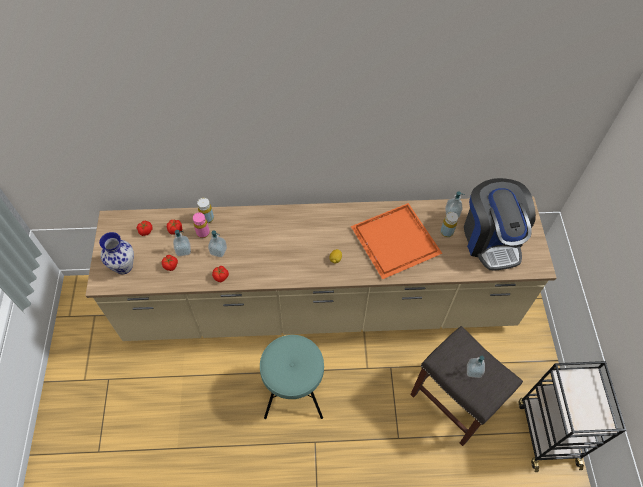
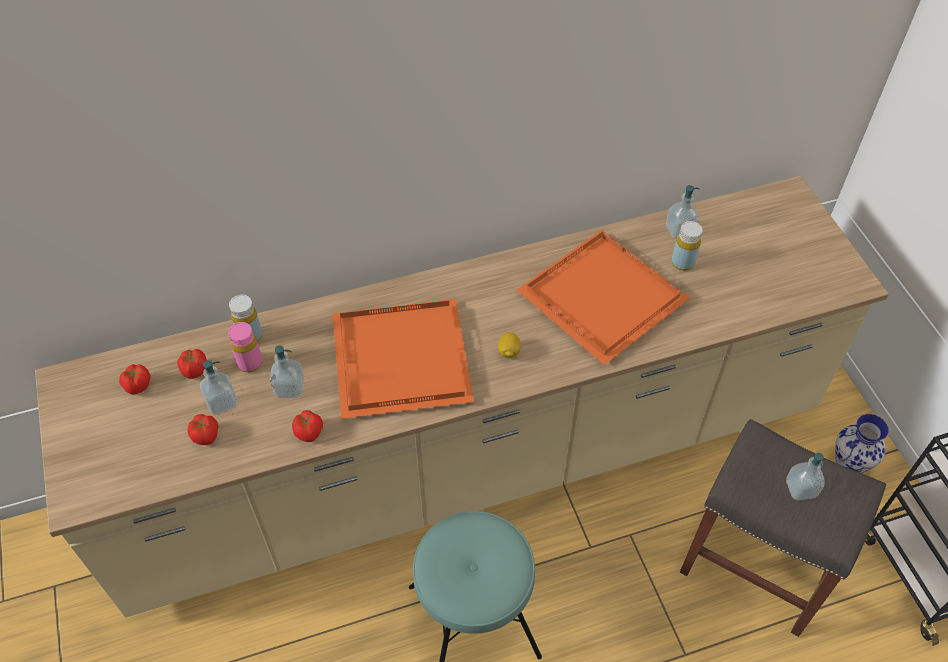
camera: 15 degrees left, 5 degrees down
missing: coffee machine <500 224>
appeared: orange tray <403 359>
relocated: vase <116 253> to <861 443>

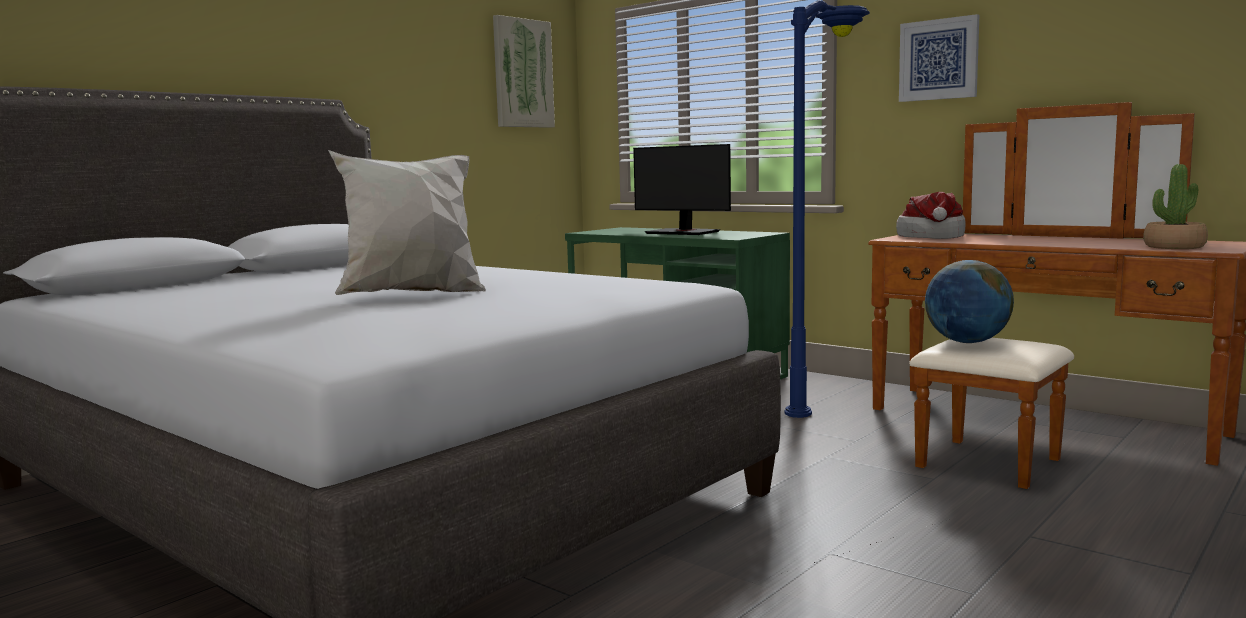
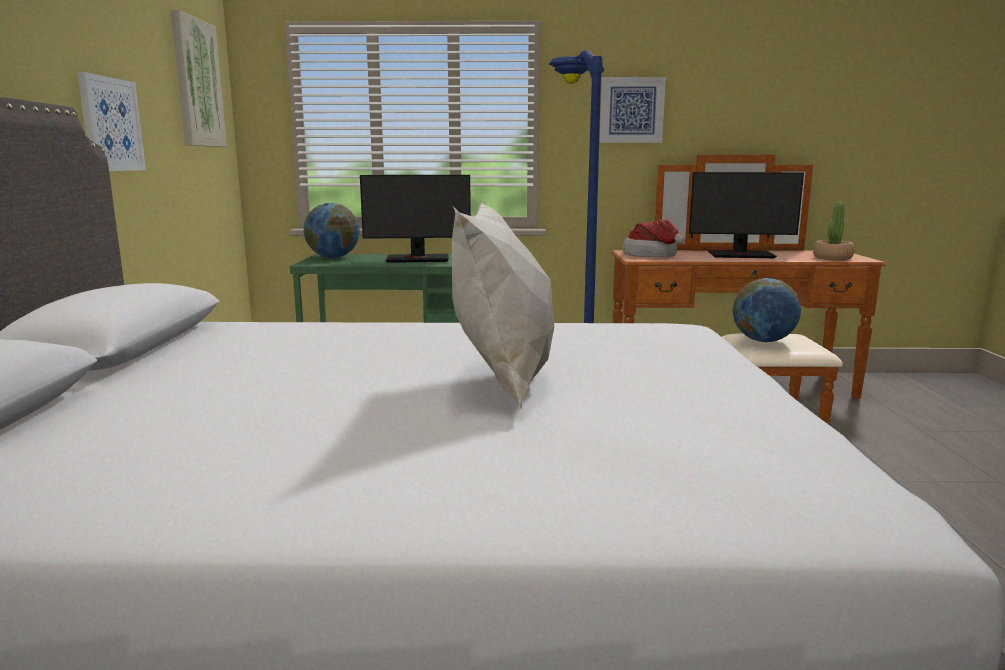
camera: 40 degrees left, 5 degrees up
appeared: picture <111 121>; monitor <746 215>; globe <332 230>

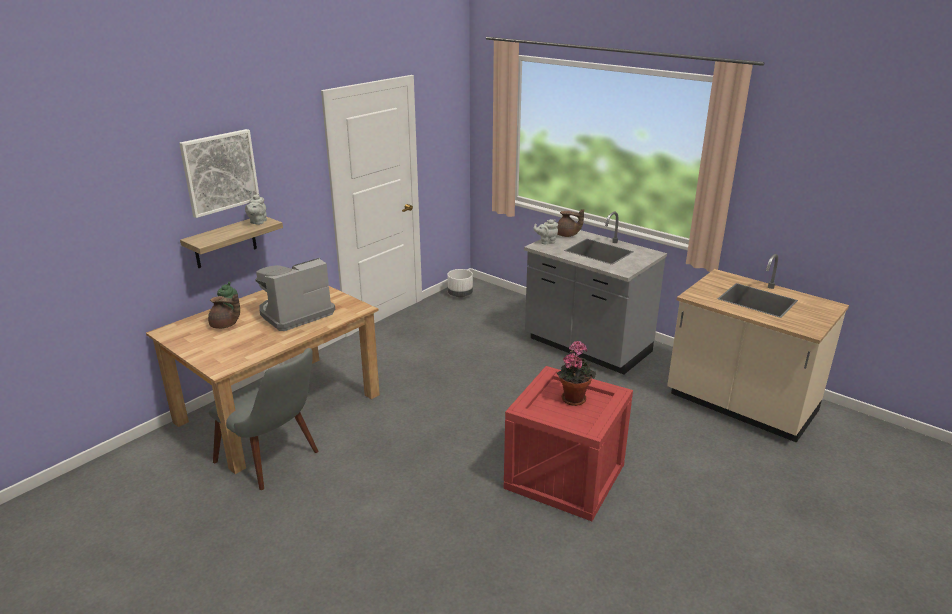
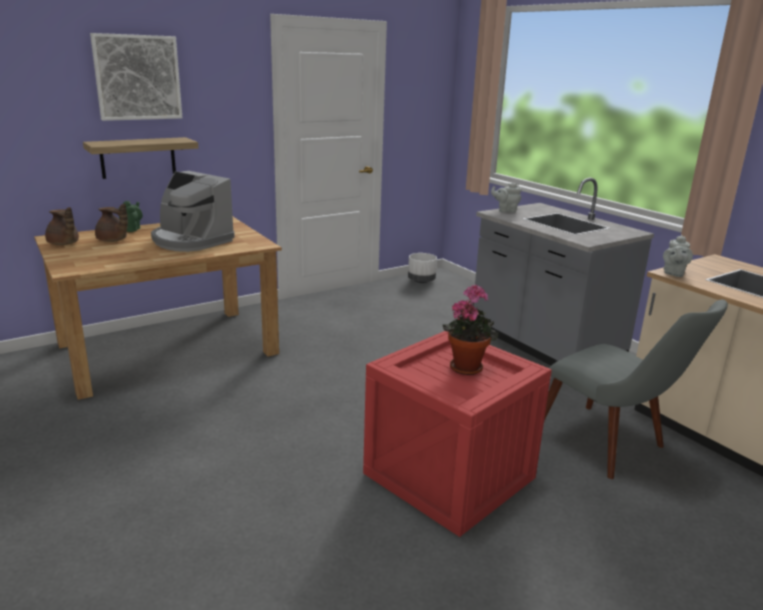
camera: 15 degrees right, 5 degrees down
relocated: grey teapot <256 209> to <678 256>; brown teapot <570 223> to <62 226>; grey chair <264 419> to <636 389>
spun: coffee machine <295 294> = <193 211> 120 degrees counterclockwise

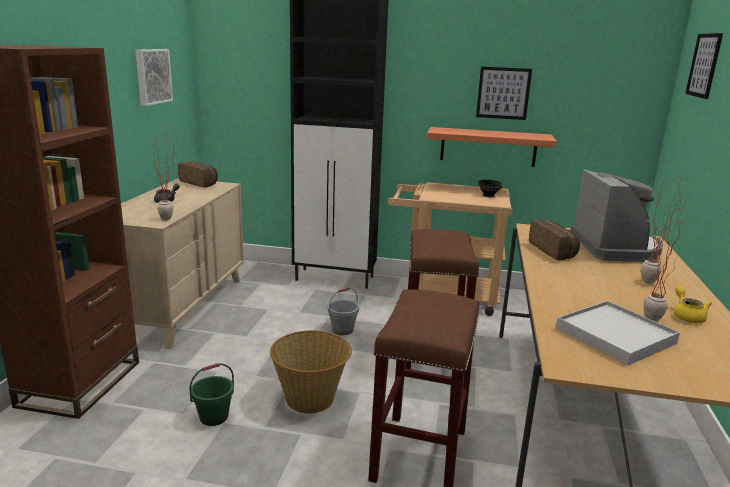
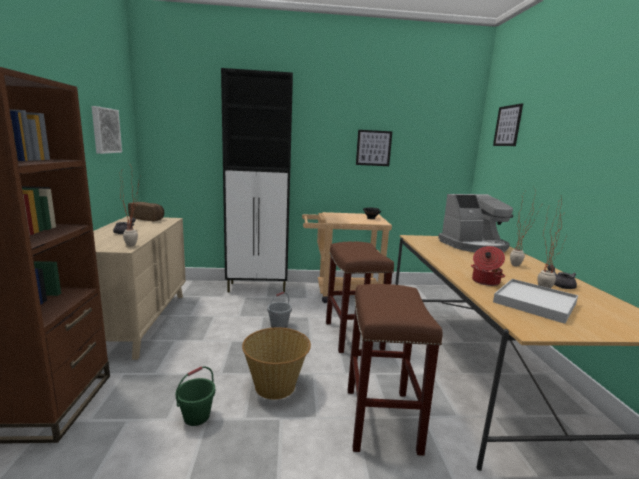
camera: 15 degrees left, 5 degrees down
missing: shelf <492 147>; bread <554 240>
appeared: cooking pot <488 266>
colour: yellow teapot <692 304> to grey teapot <562 277>
spun: coffee machine <617 215> = <475 223> 90 degrees clockwise

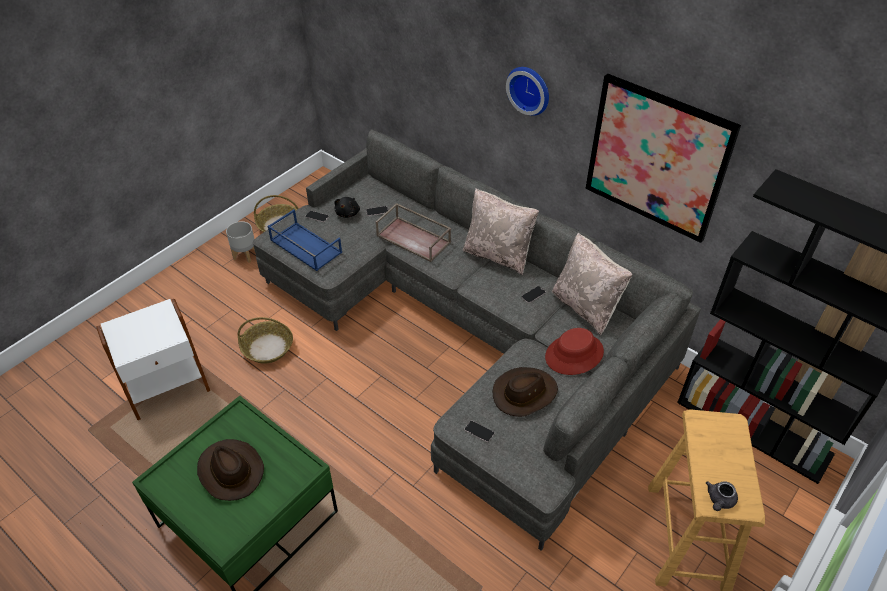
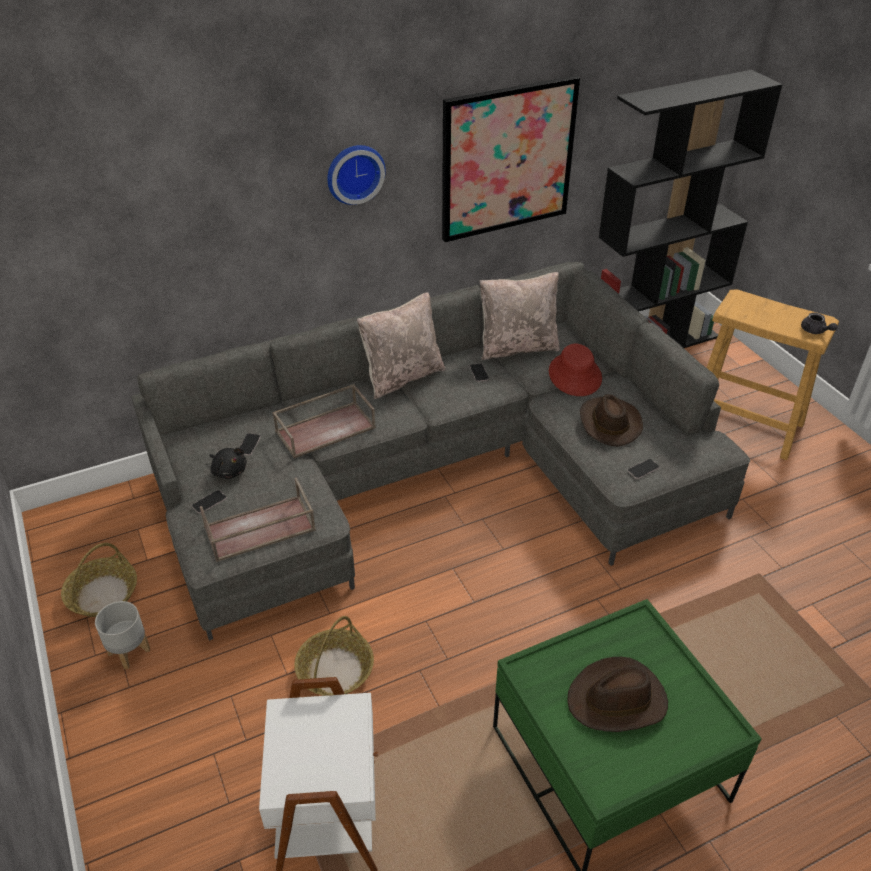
camera: 65 degrees left, 5 degrees down
colour: blue tray <305 240> to brown tray <258 520>

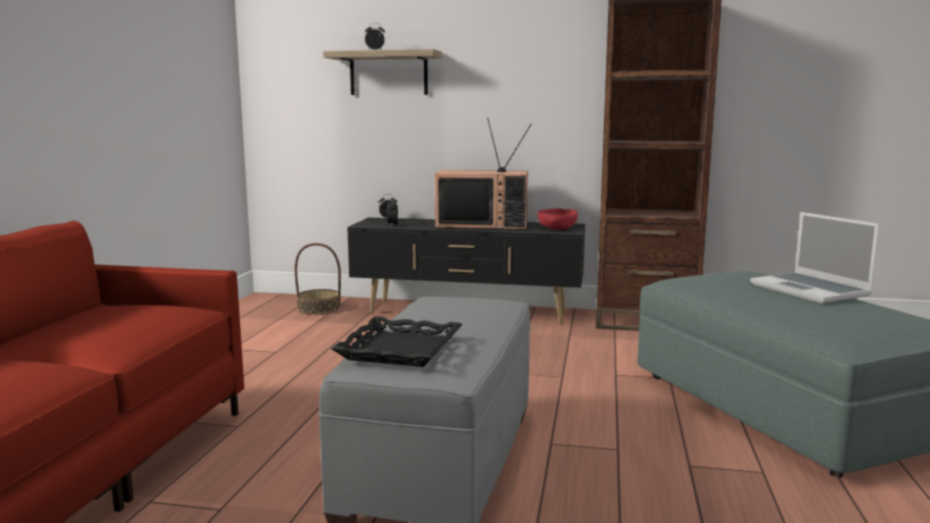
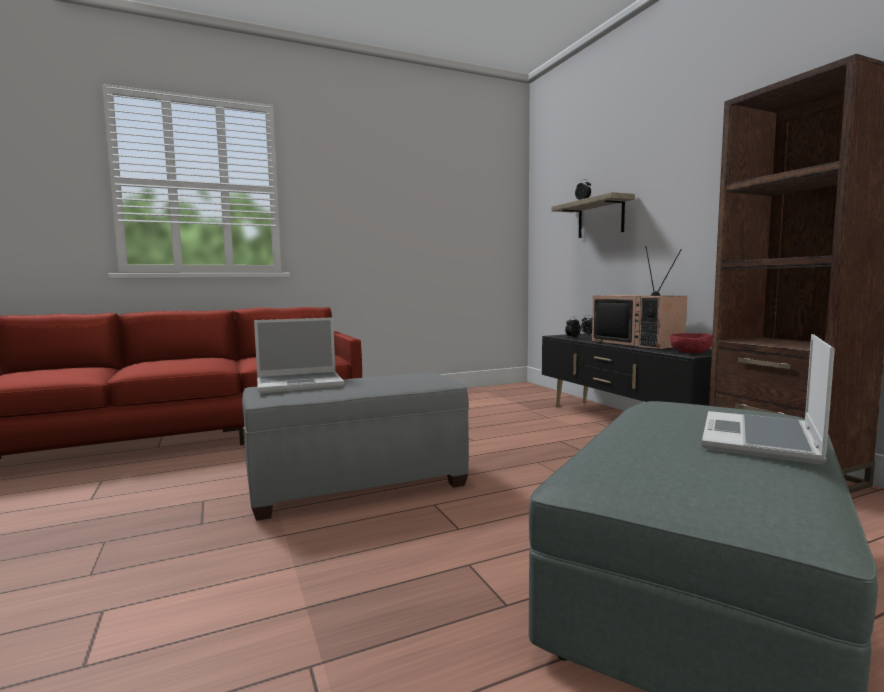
camera: 55 degrees right, 5 degrees down
missing: basket <318 279>
exchanged: black tray <397 341> to laptop <299 355>

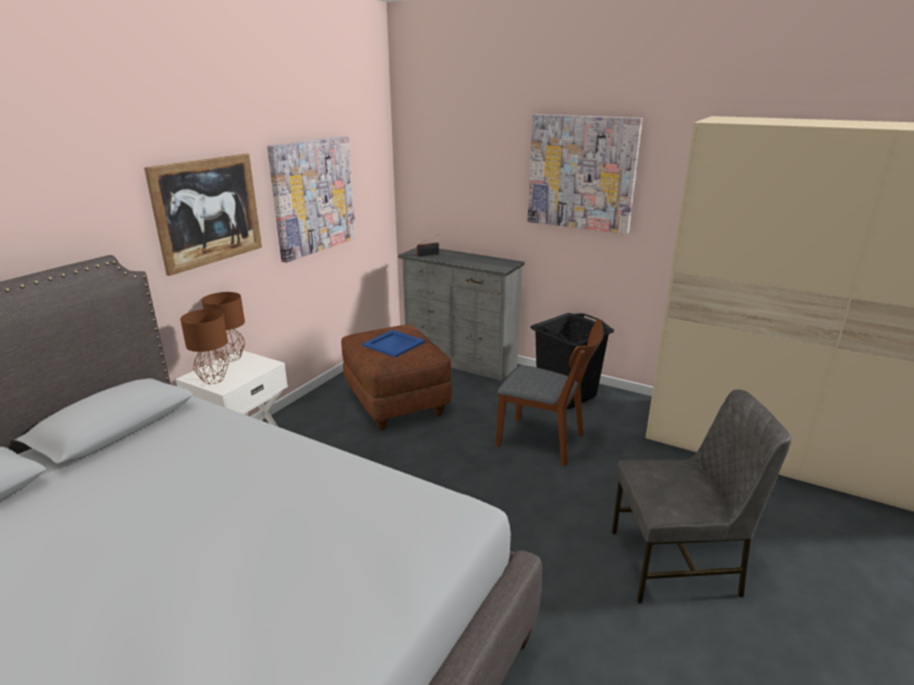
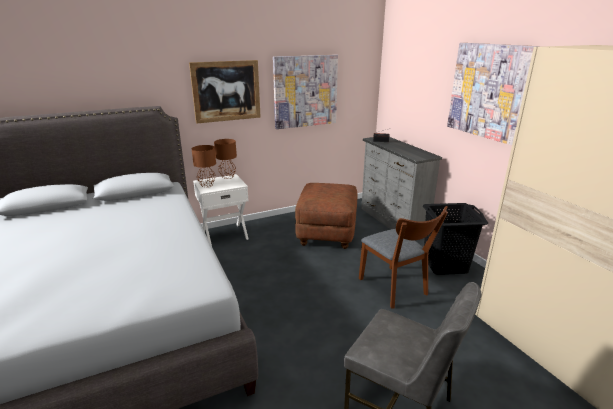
camera: 35 degrees right, 0 degrees up
missing: blue tray <393 343>

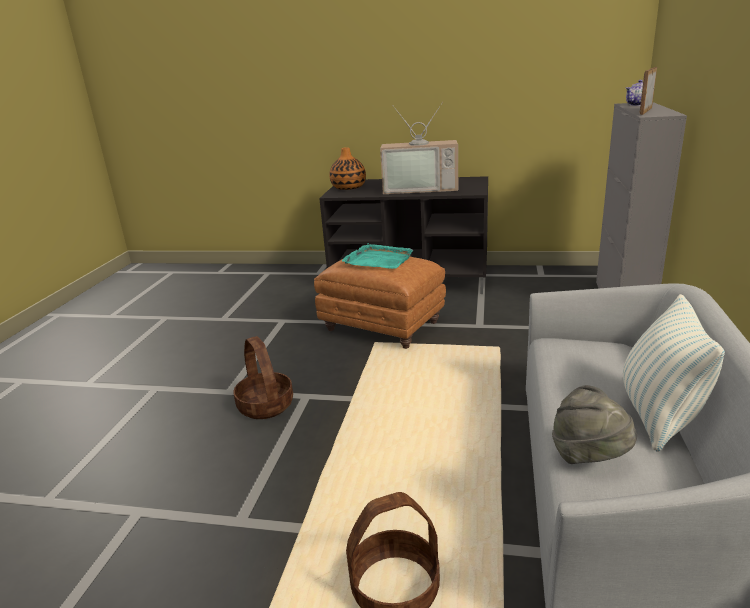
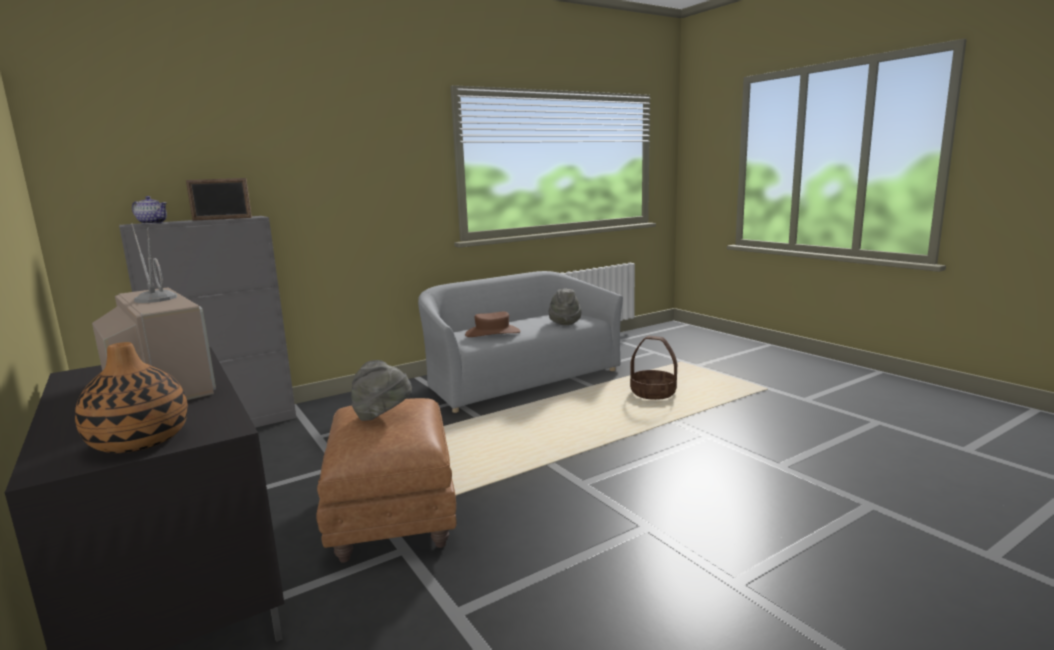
camera: 135 degrees left, 10 degrees down
missing: pillow <674 373>; basket <263 377>
appeared: brown hat <492 324>
exchanged: turquoise tray <377 256> to grey hat <381 390>

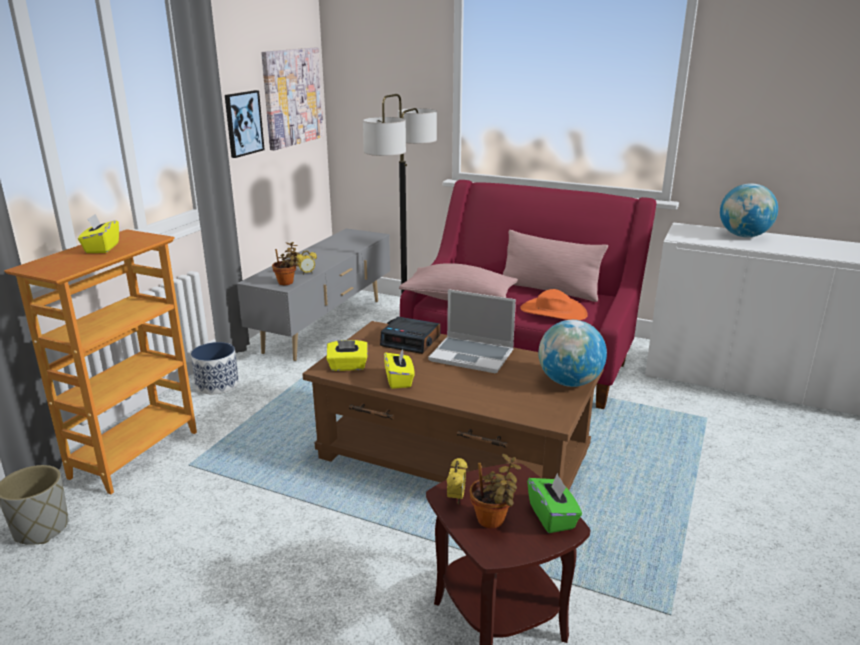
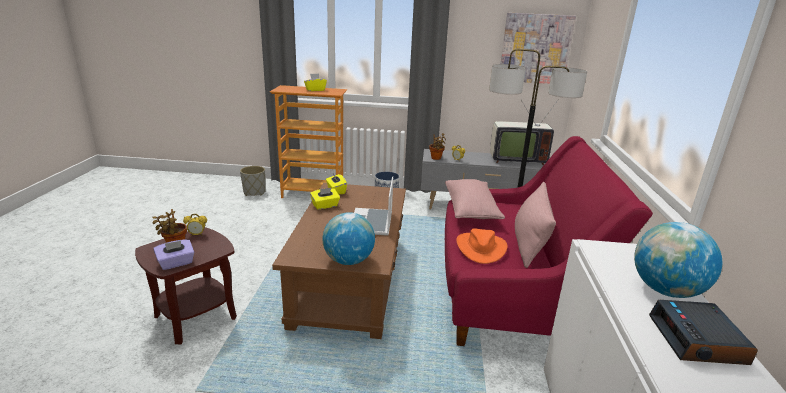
camera: 70 degrees right, 0 degrees up
missing: picture <245 124>
appeared: television <524 132>
relocated: alarm clock <410 335> to <703 332>
colour: green tissue box <554 503> to purple tissue box <173 255>

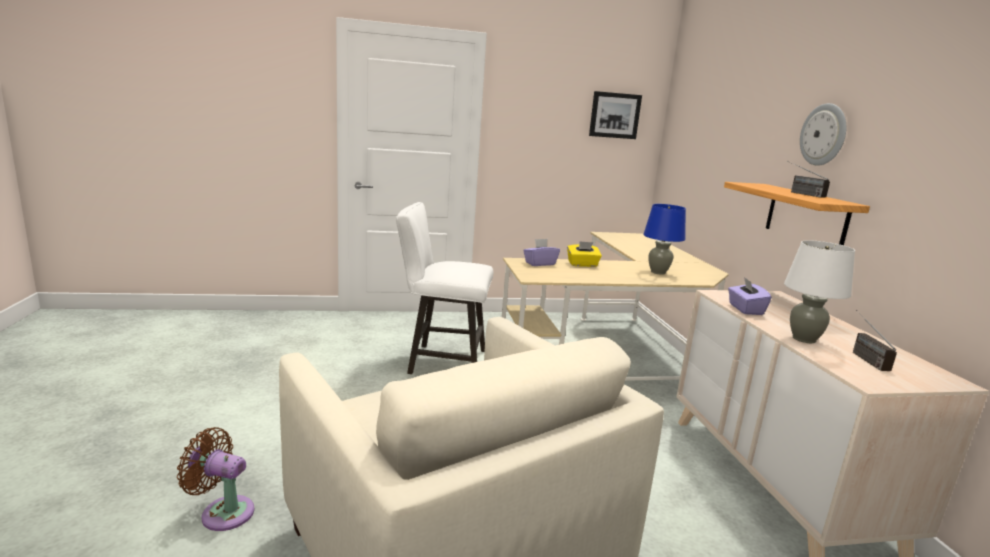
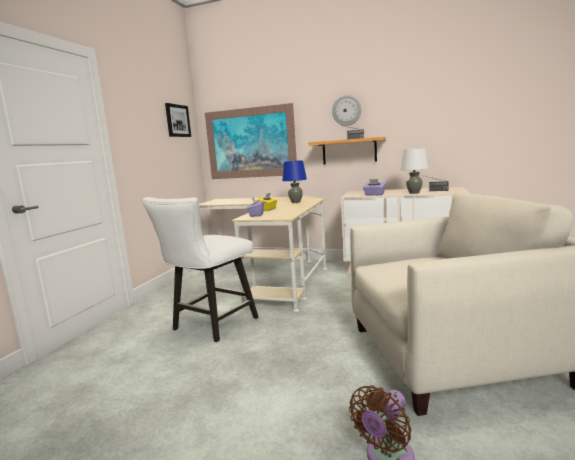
camera: 60 degrees left, 5 degrees down
appeared: picture <251 141>

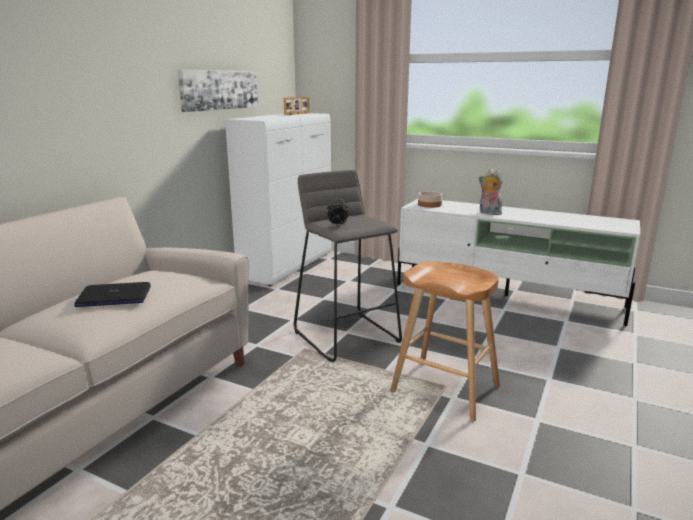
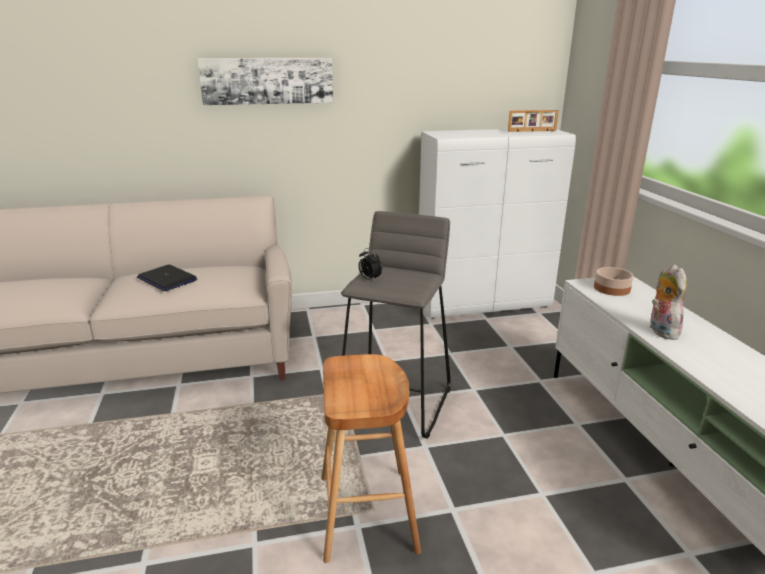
camera: 50 degrees right, 5 degrees up
relocated: picture <218 91> to <265 81>

